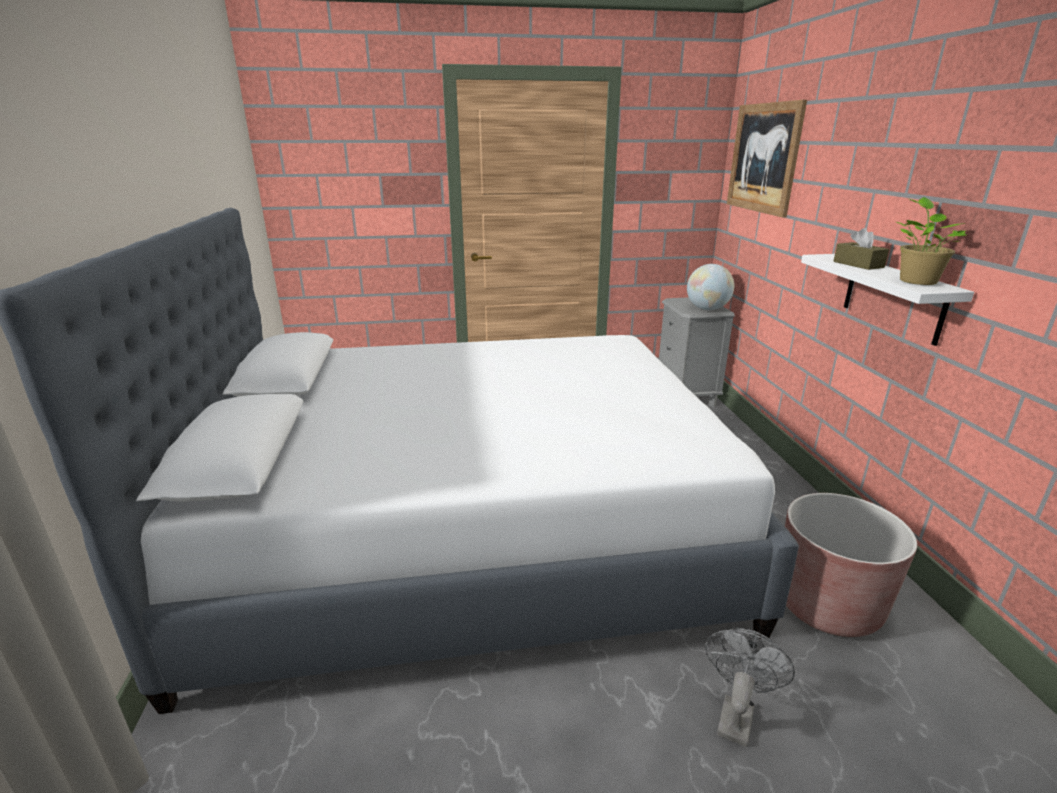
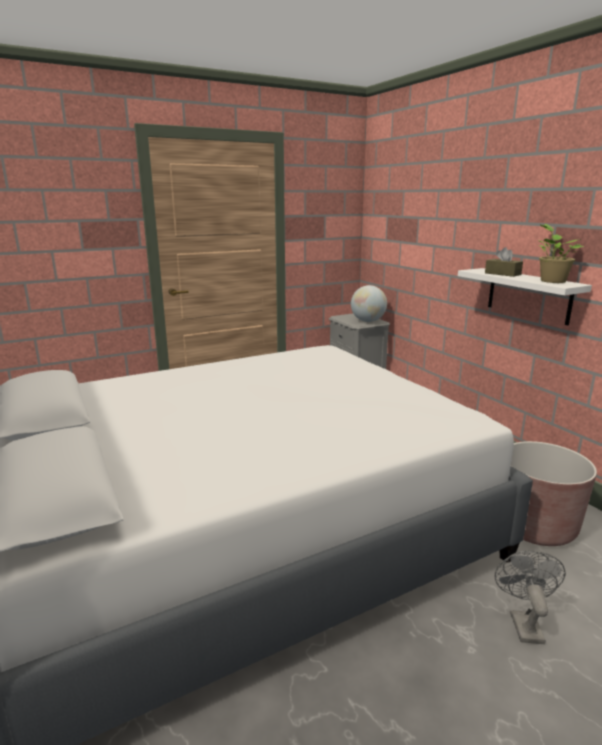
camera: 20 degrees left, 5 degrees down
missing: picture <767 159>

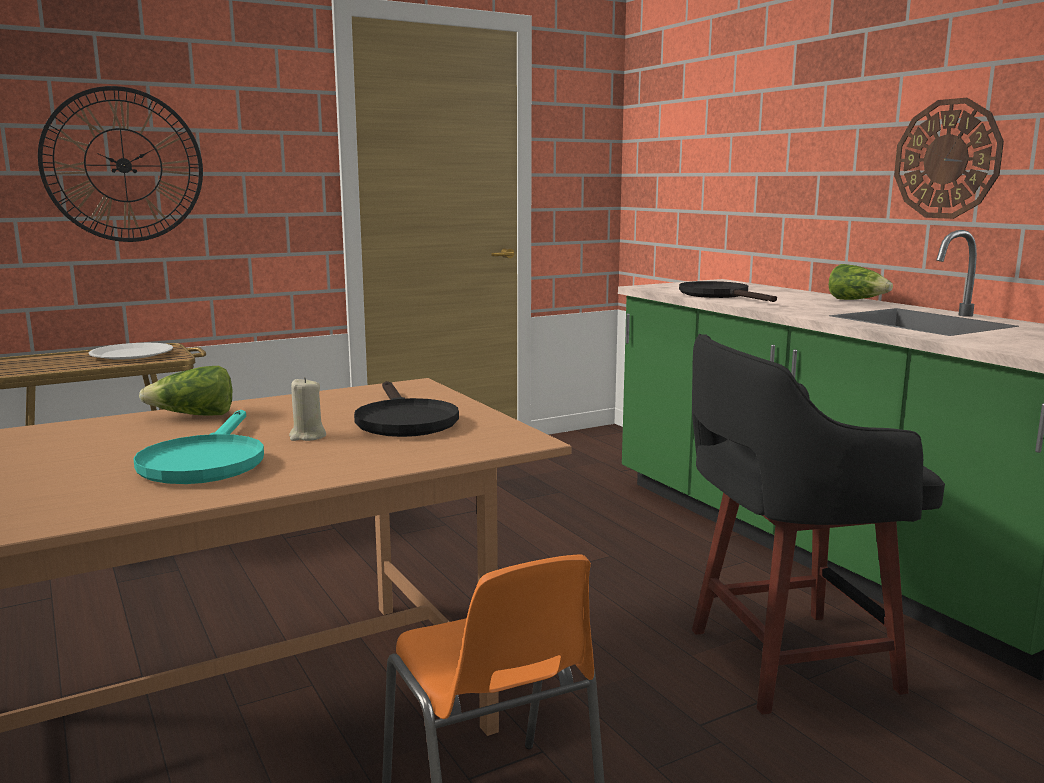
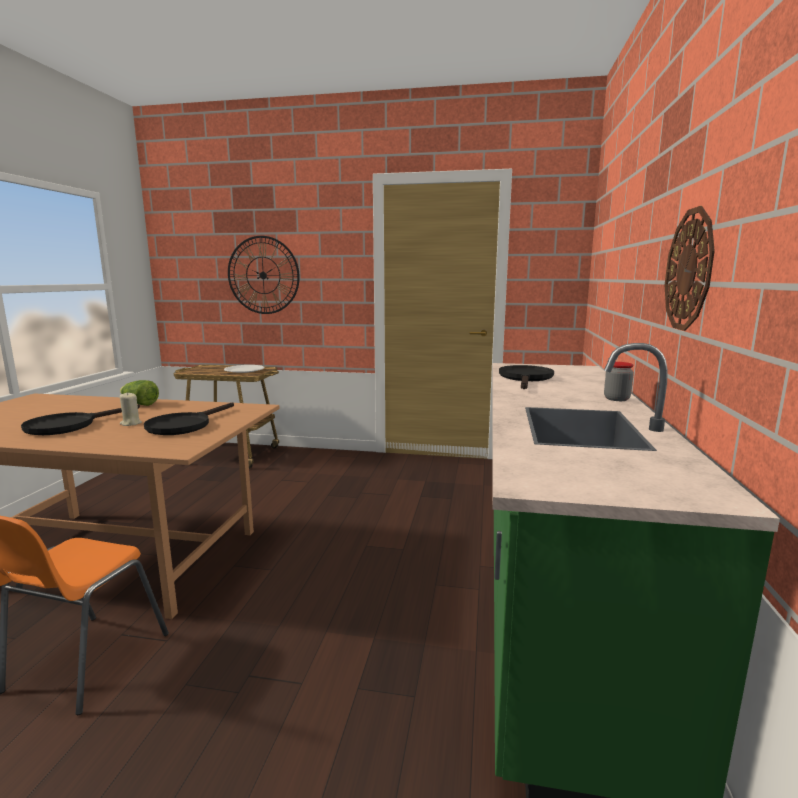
camera: 40 degrees right, 0 degrees up
missing: black stool <818 524>
exchanged: lettuce <860 282> to jar <619 381>
colour: turquoise frying pan <198 447> to black frying pan <80 419>

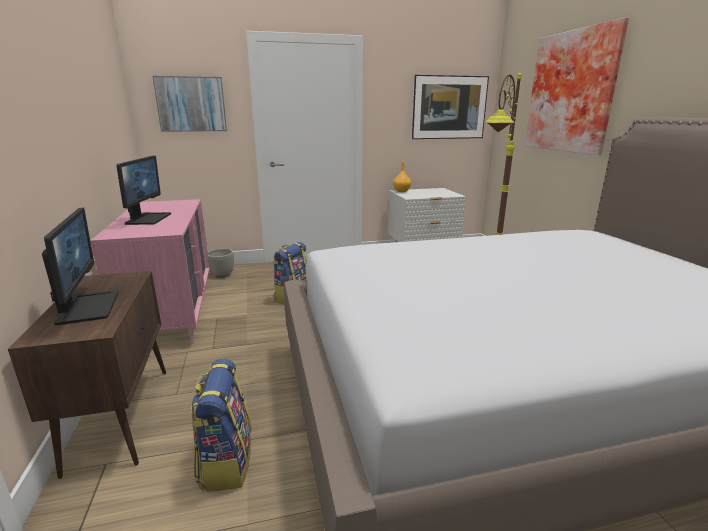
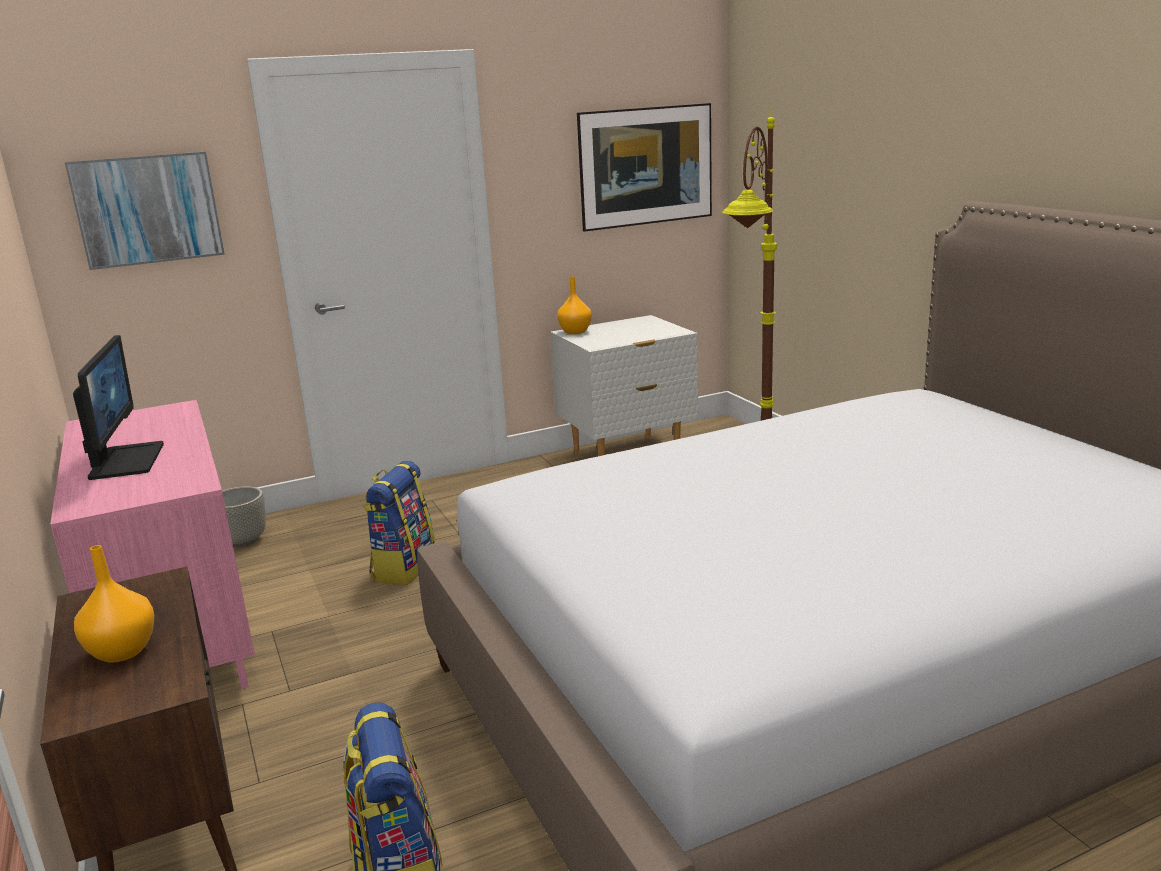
camera: 10 degrees left, 0 degrees up
missing: picture <577 86>
exchanged: monitor <80 266> to orange vase <114 603>

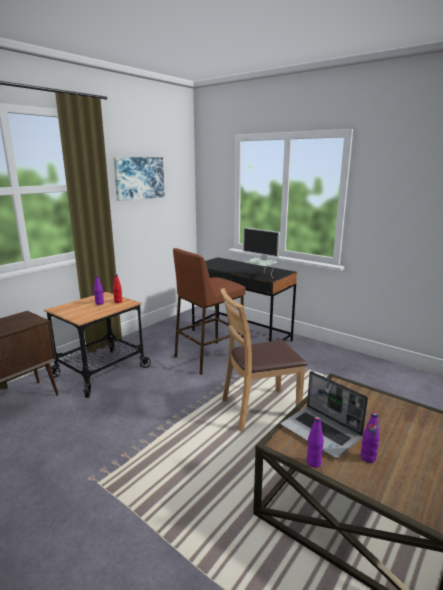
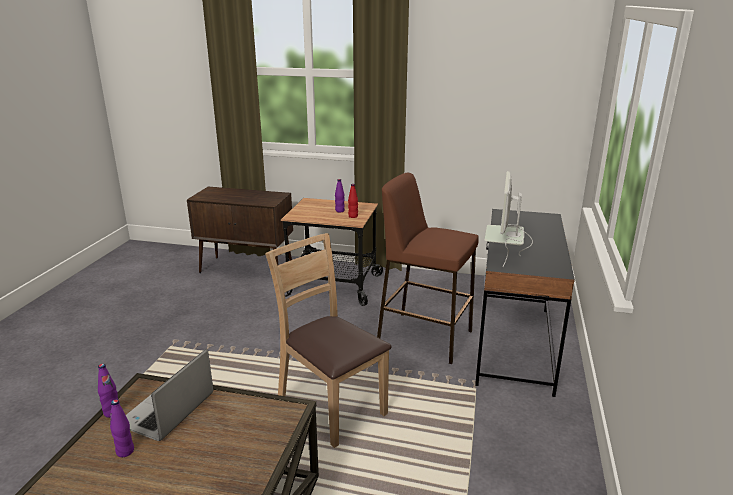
camera: 65 degrees right, 5 degrees up
missing: picture <139 179>

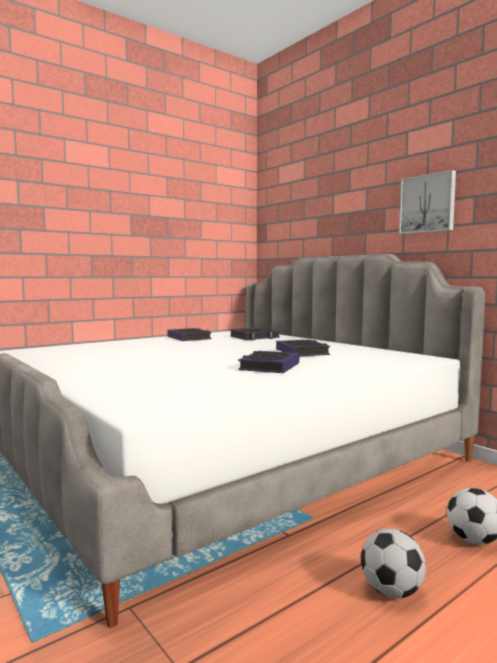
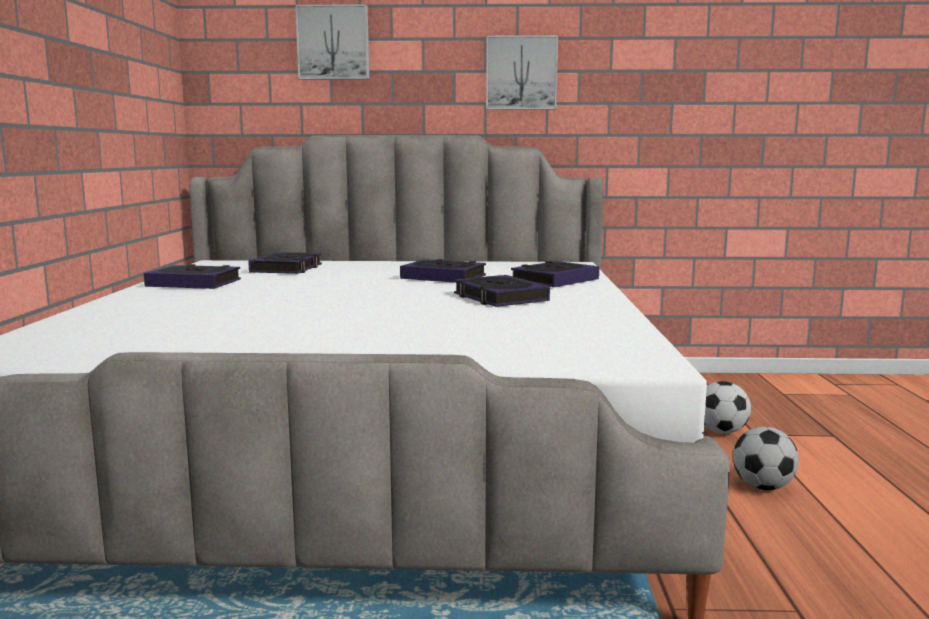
camera: 50 degrees left, 5 degrees up
appeared: picture <332 42>; book <555 274>

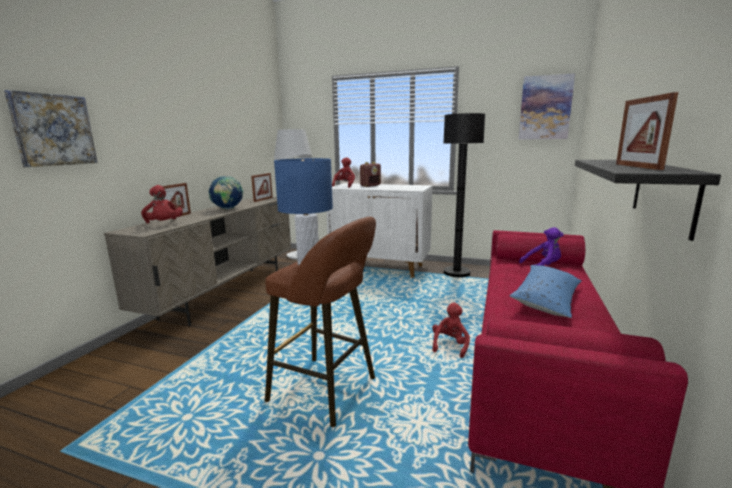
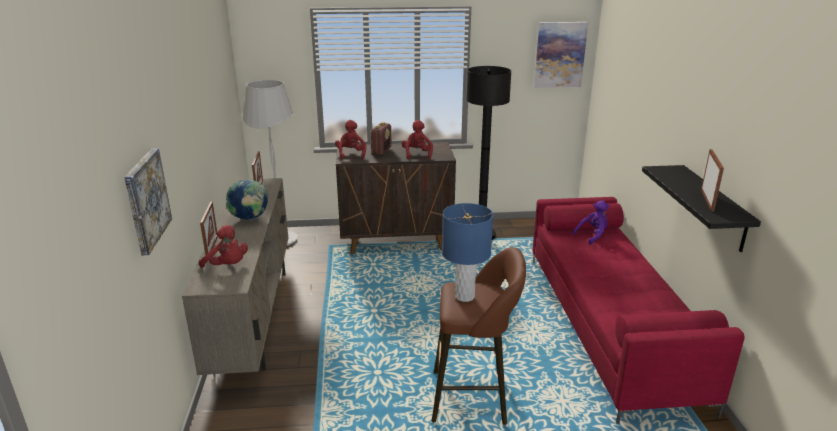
camera: 25 degrees left, 10 degrees up
missing: blue pillow <546 291>
relocated: red plush toy <451 330> to <417 140>
colour: white cabinet <379 230> to brown cabinet <396 198>
spun: picture frame <647 131> = <712 180> 150 degrees counterclockwise

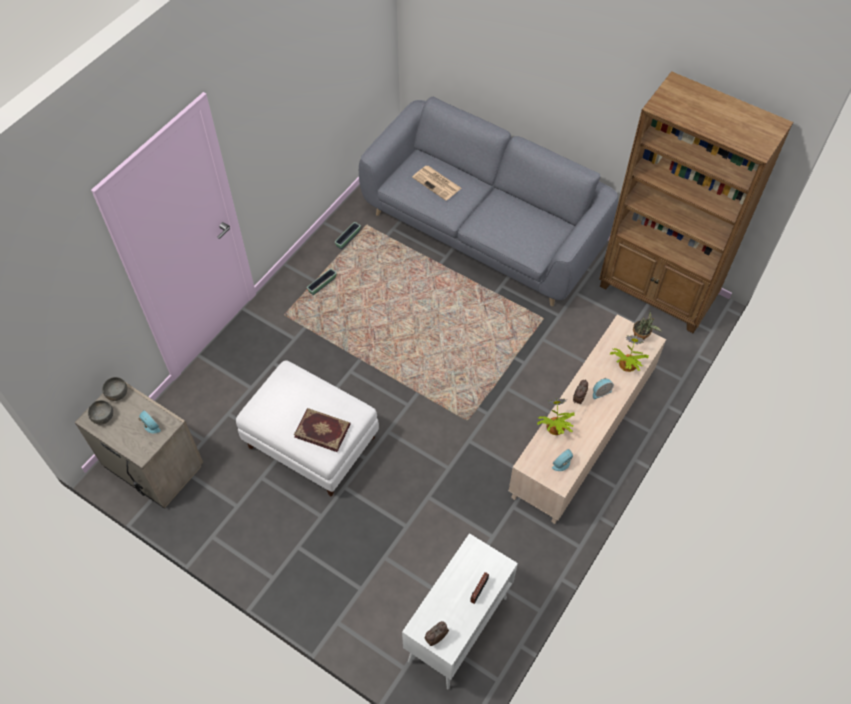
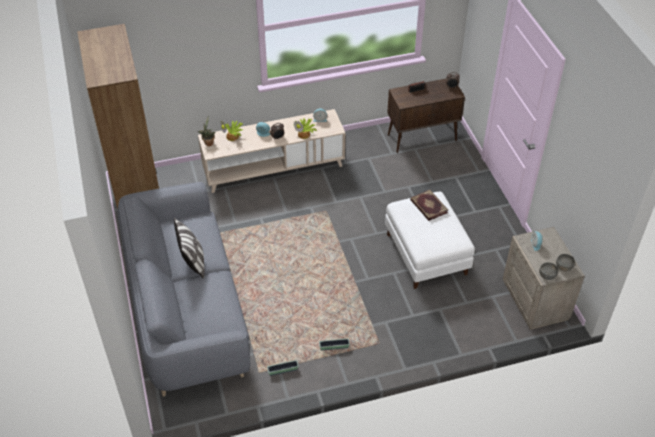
camera: 140 degrees left, 10 degrees down
missing: newspaper <436 183>
appeared: pillow <189 248>
colour: white cabinet <460 611> to brown cabinet <426 116>

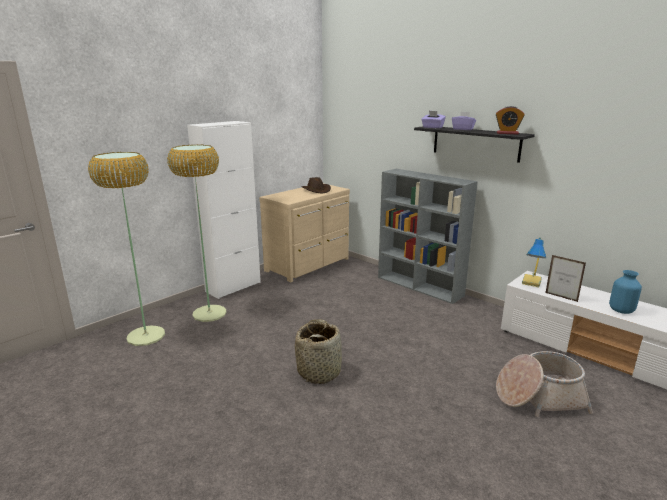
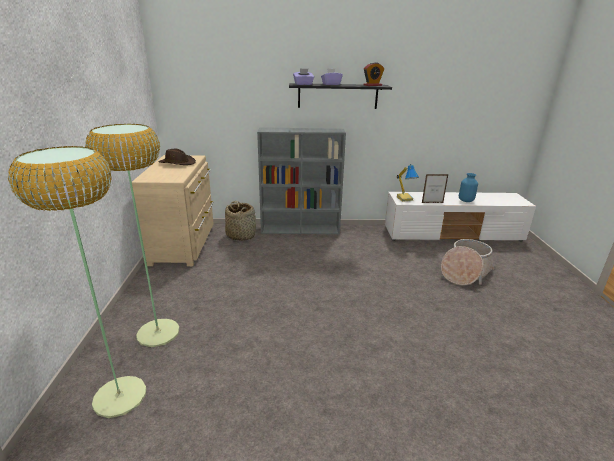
camera: 45 degrees left, 5 degrees up
missing: white cabinet <224 210>
relocated: basket <318 351> to <240 221>

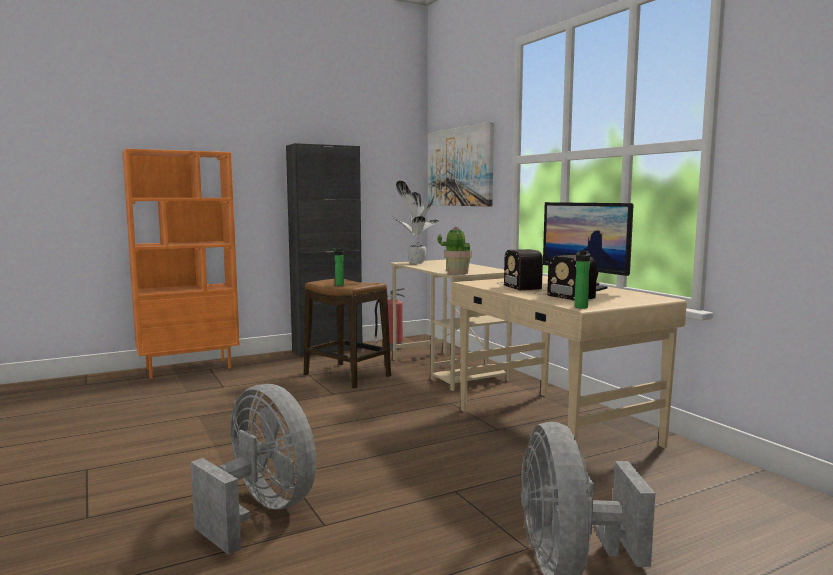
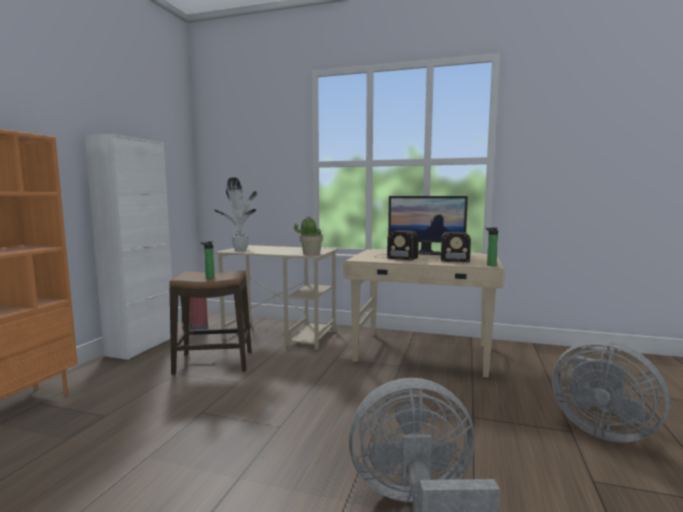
camera: 45 degrees left, 0 degrees up
missing: picture <461 164>
colour: black cabinet <324 250> to white cabinet <128 247>

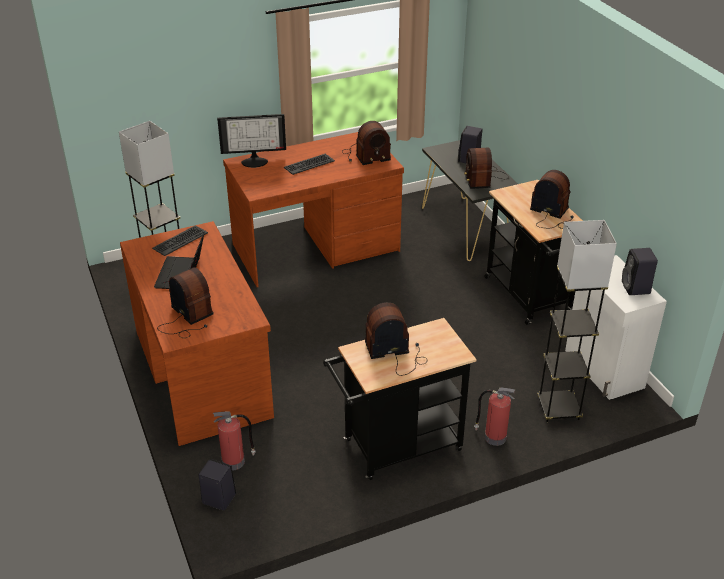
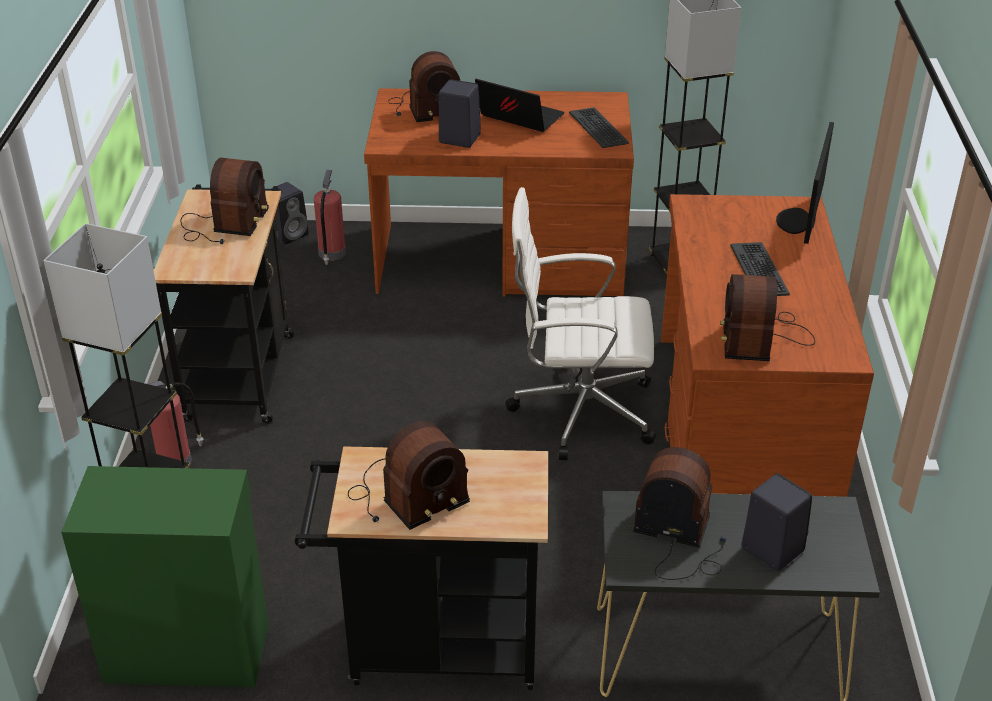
camera: 115 degrees right, 0 degrees up
appeared: white office chair <580 323>
relocated: black speaker <640 271> to <460 113>
colour: white cabinet <616 327> to green cabinet <165 576>

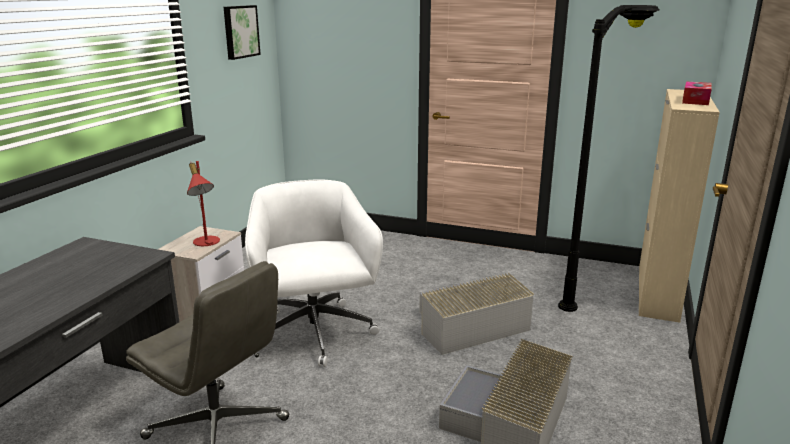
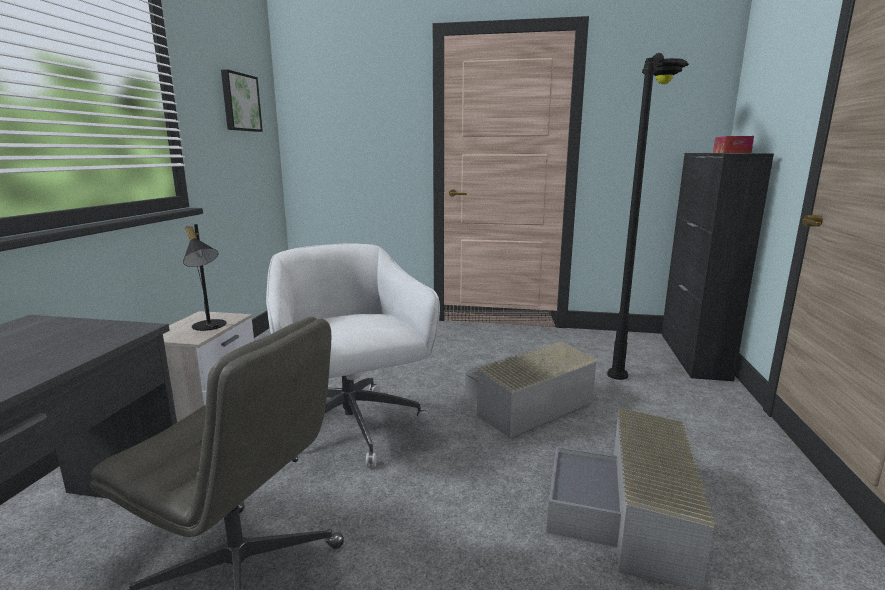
camera: 10 degrees left, 5 degrees down
colour: beige cabinet <679 206> to black cabinet <717 267>; red table lamp <203 203> to black table lamp <204 277>

